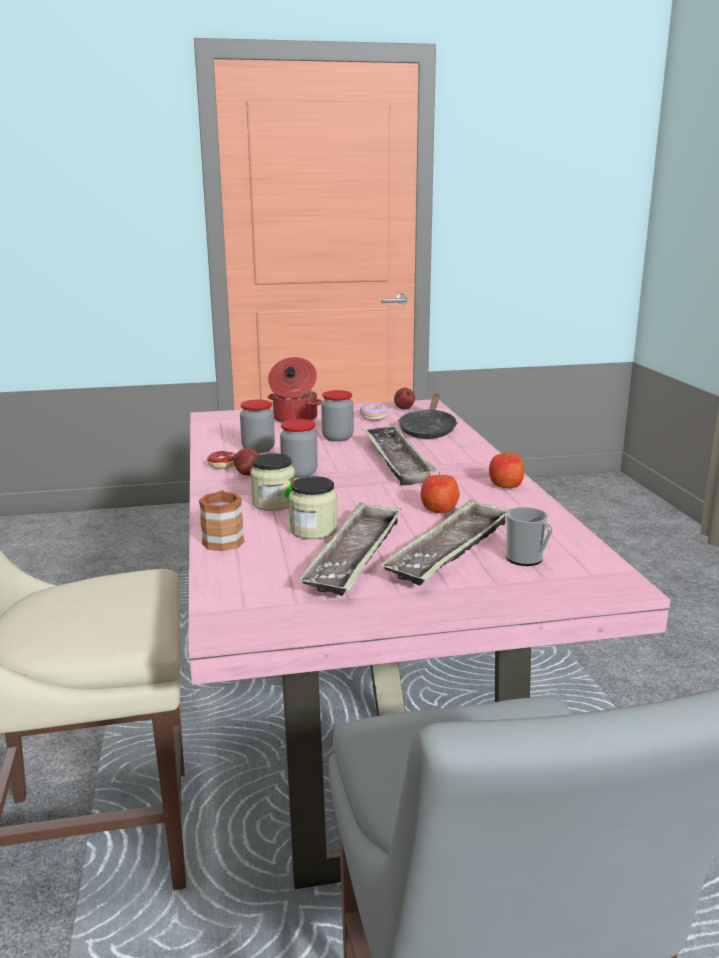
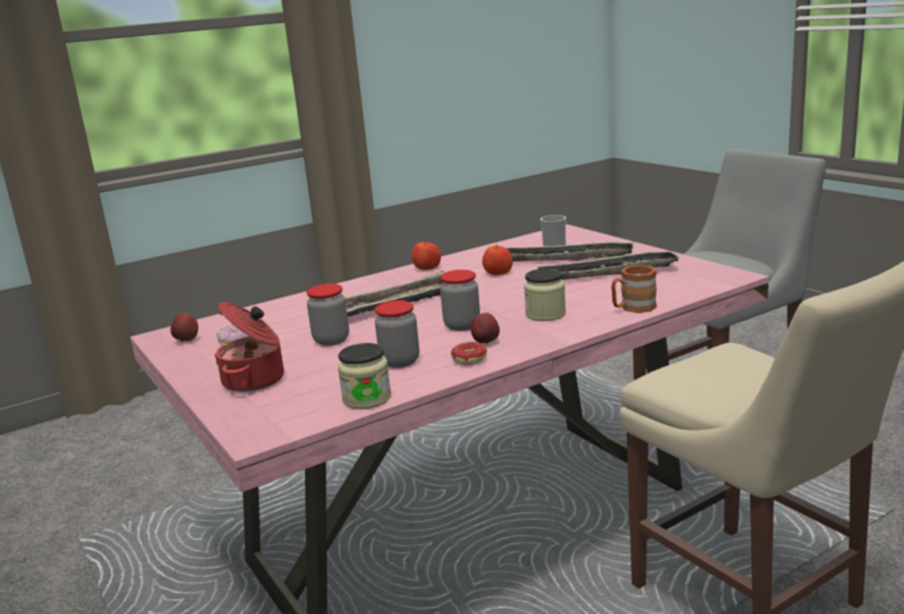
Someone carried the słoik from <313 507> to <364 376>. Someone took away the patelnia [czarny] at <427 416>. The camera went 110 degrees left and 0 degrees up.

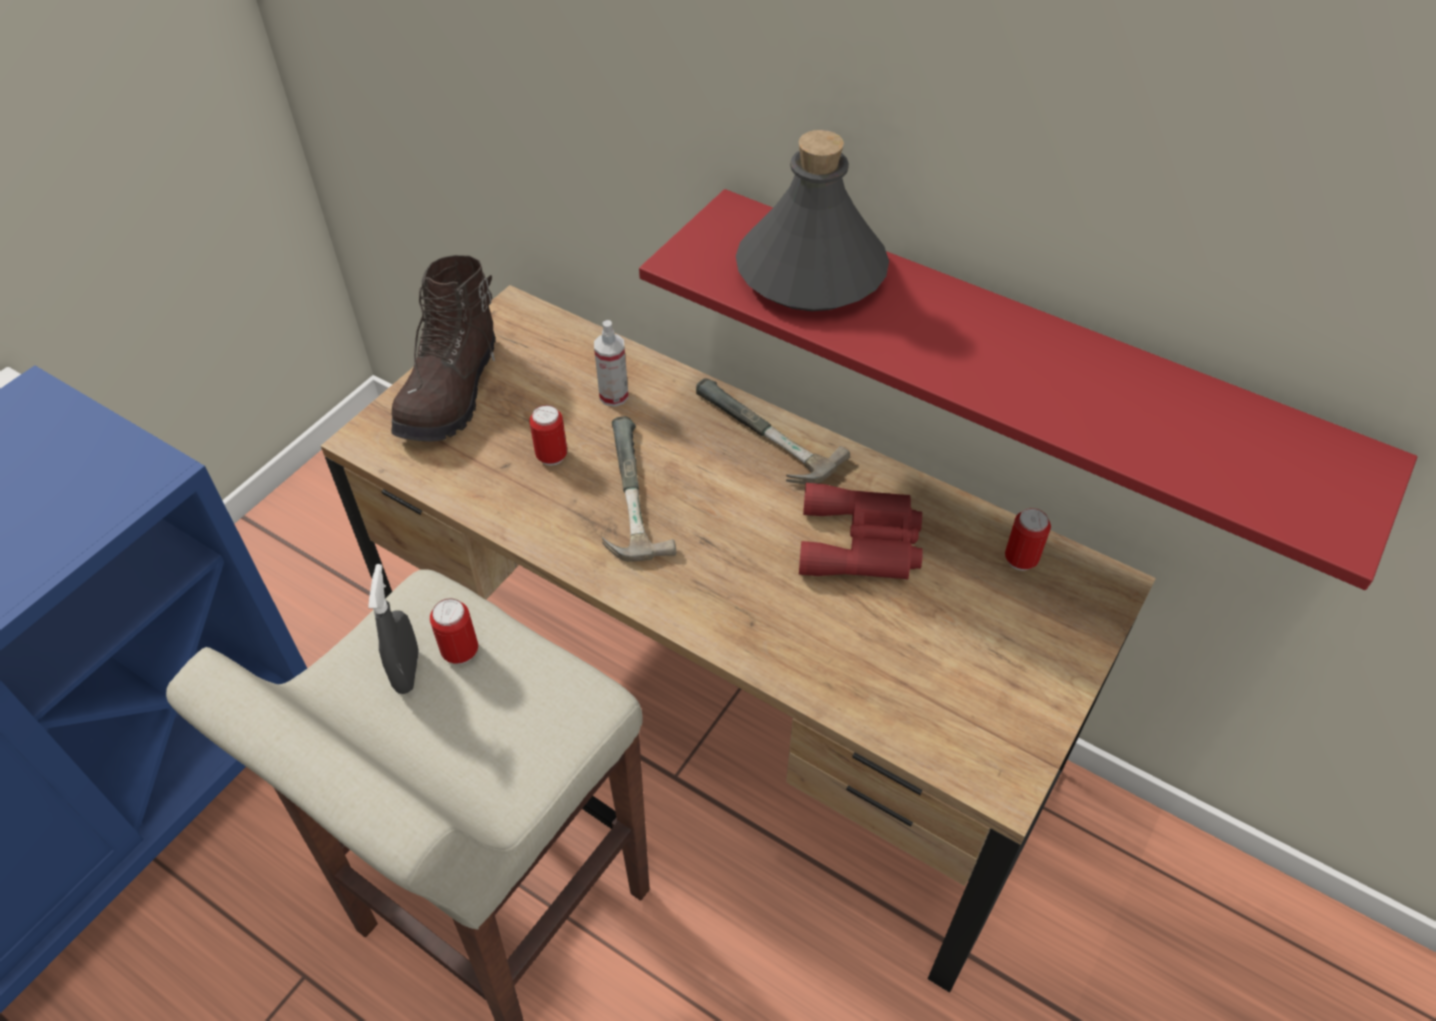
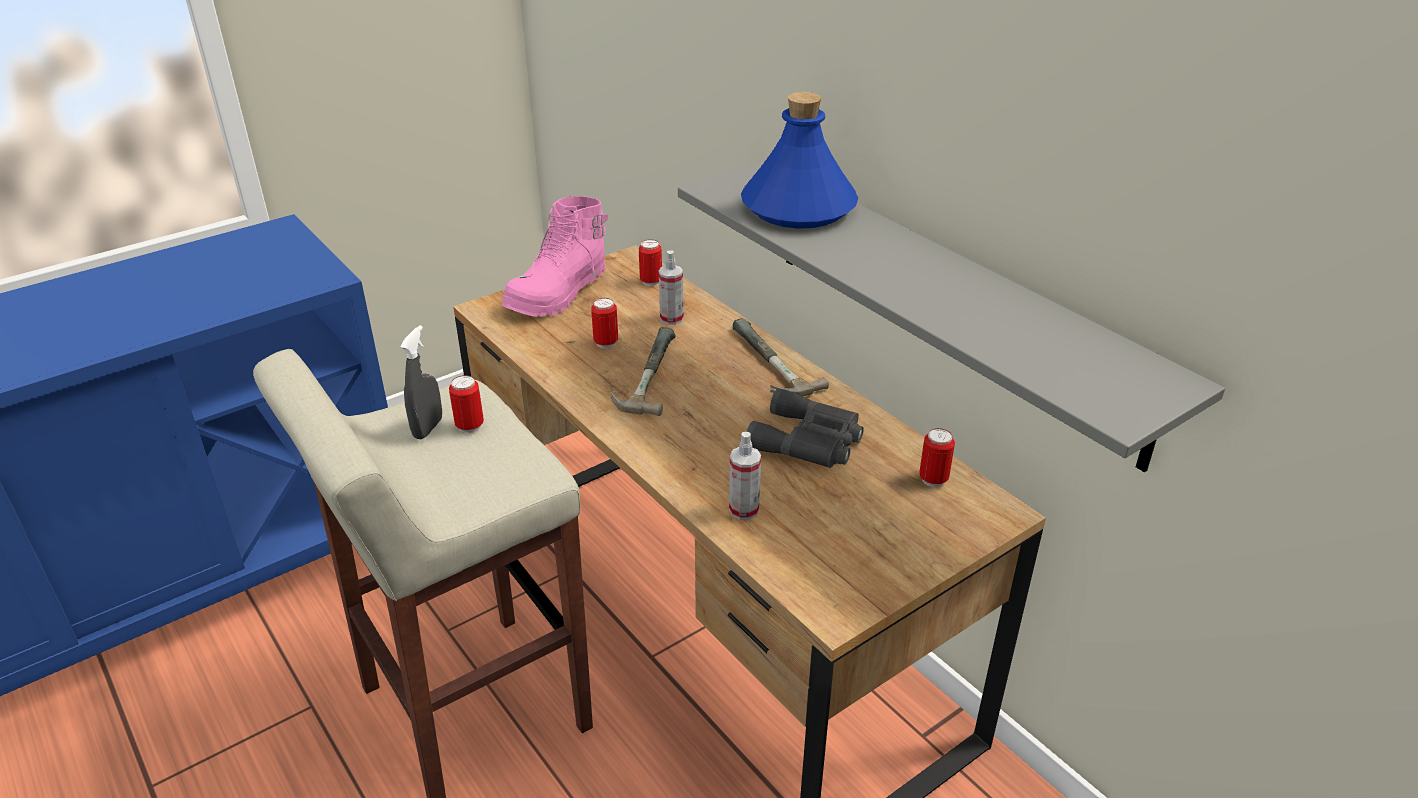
Someone repainted the but z cholewką [brązowy] at <443 348>, which became the but z cholewką [różowy] at <555 256>. Someone put down the puszka at <650 262>. Someone repainted the półka [czerwony] at <1028 389>, which became the półka [szary] at <951 316>. Someone put down the spryskiwacz at <745 476>. Someone repainted the butelka [szary] at <812 220>, which became the butelka [niebieski] at <799 160>. Someone repainted the lornetka [czerwony] at <861 531>, which became the lornetka [szary] at <805 428>. The camera went 20 degrees right and 15 degrees down.

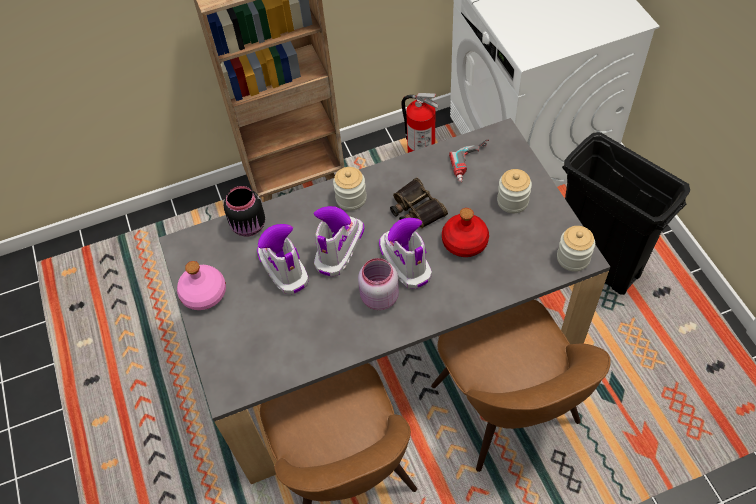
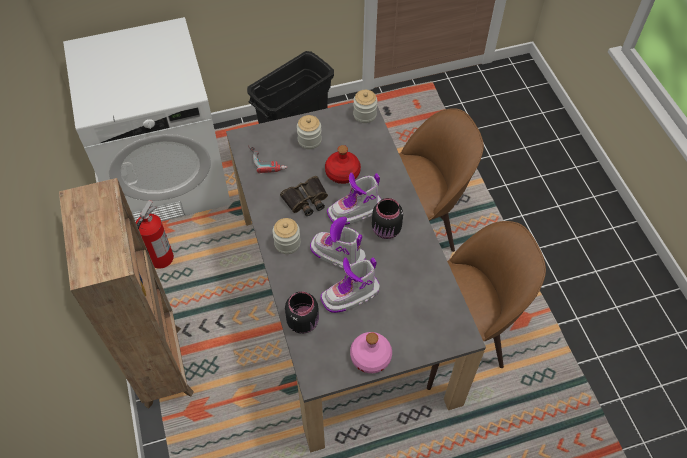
Someone repainted the słoik [różowy] at <378 284>, which became the słoik [czarny] at <387 218>. The camera went 90 degrees left and 0 degrees up.

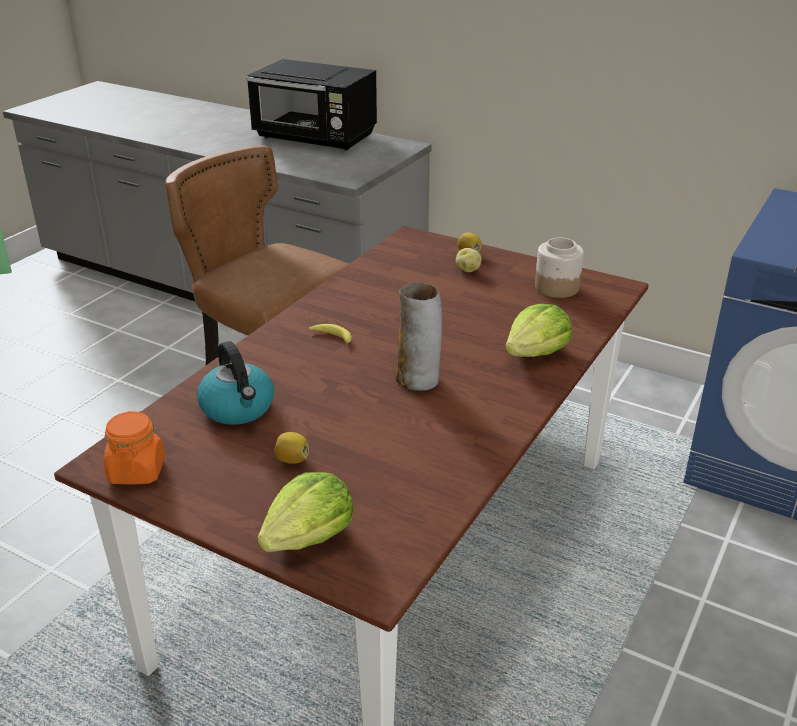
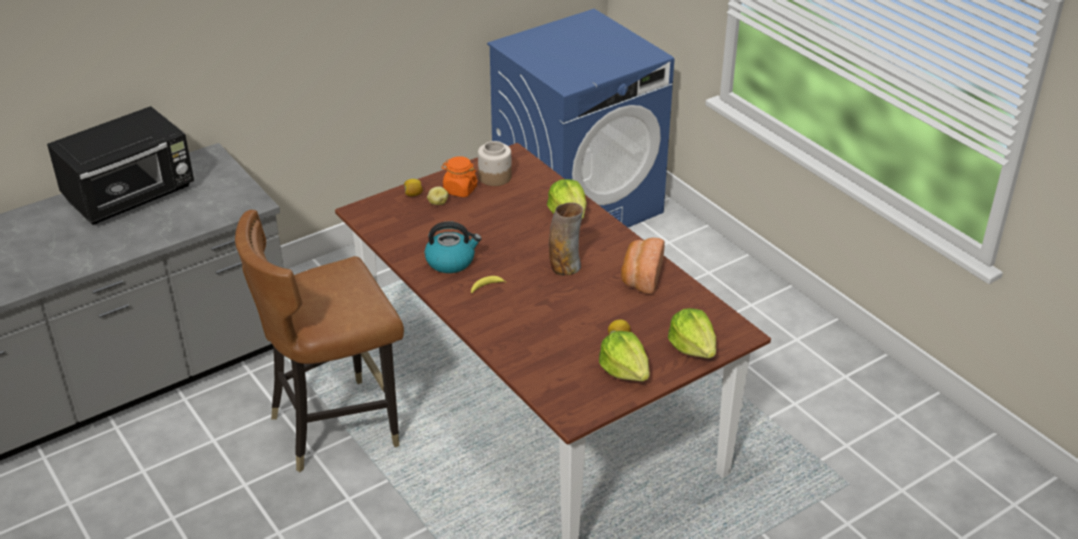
Someone carried the czajnik from <235 383> to <453 247>. Someone carried the słoik [pomarańczowy] from <134 448> to <459 176>. Someone put down the sałata at <624 356>. Someone put down the chleb at <643 266>. The camera went 65 degrees left and 5 degrees up.

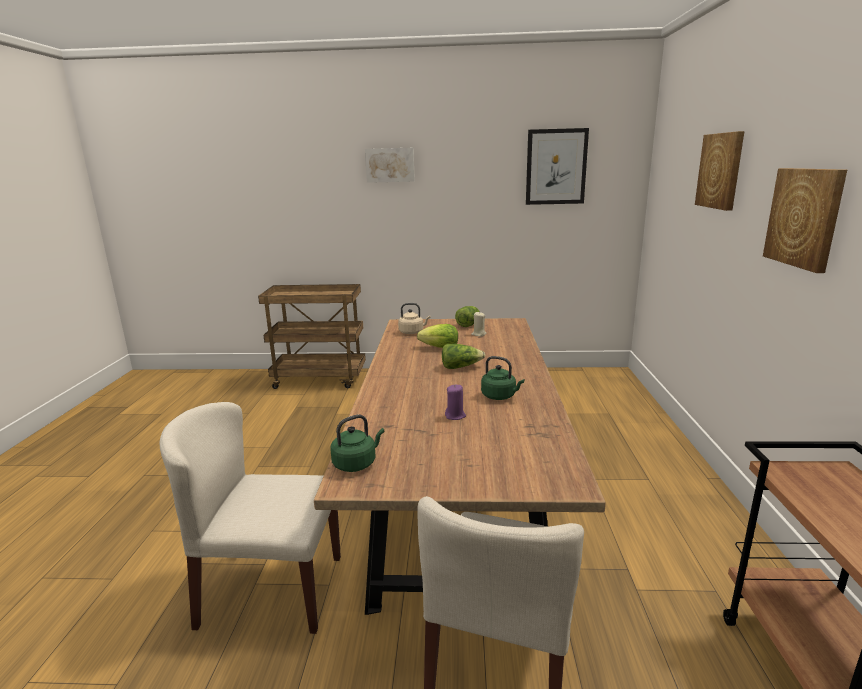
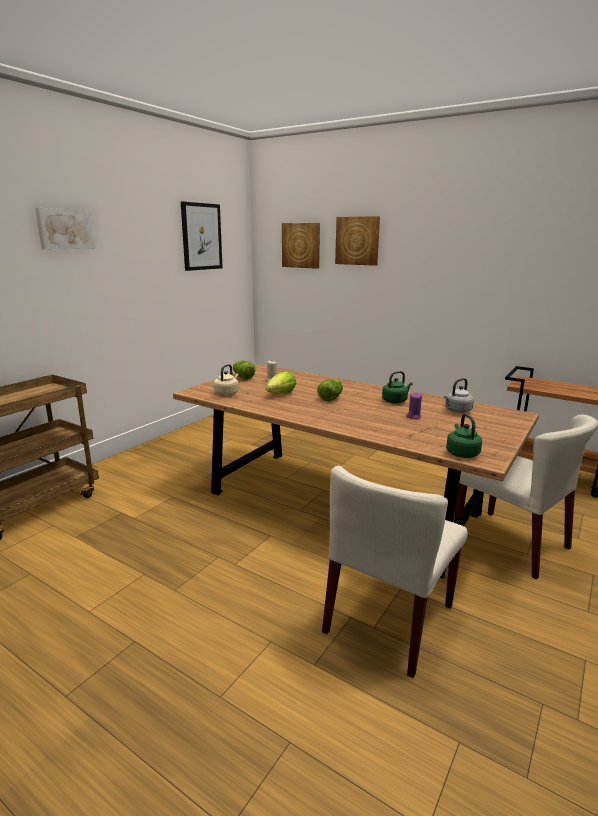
Someone carried the obraz from <805 220> to <301 246>. Someone put down the czajnik [szary] at <459 395>. The camera went 60 degrees left and 0 degrees up.

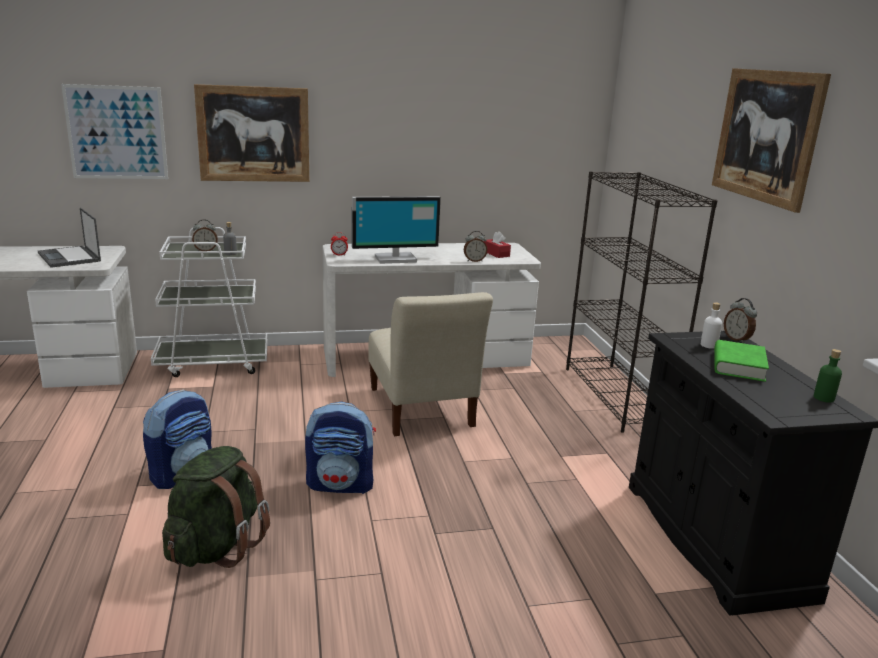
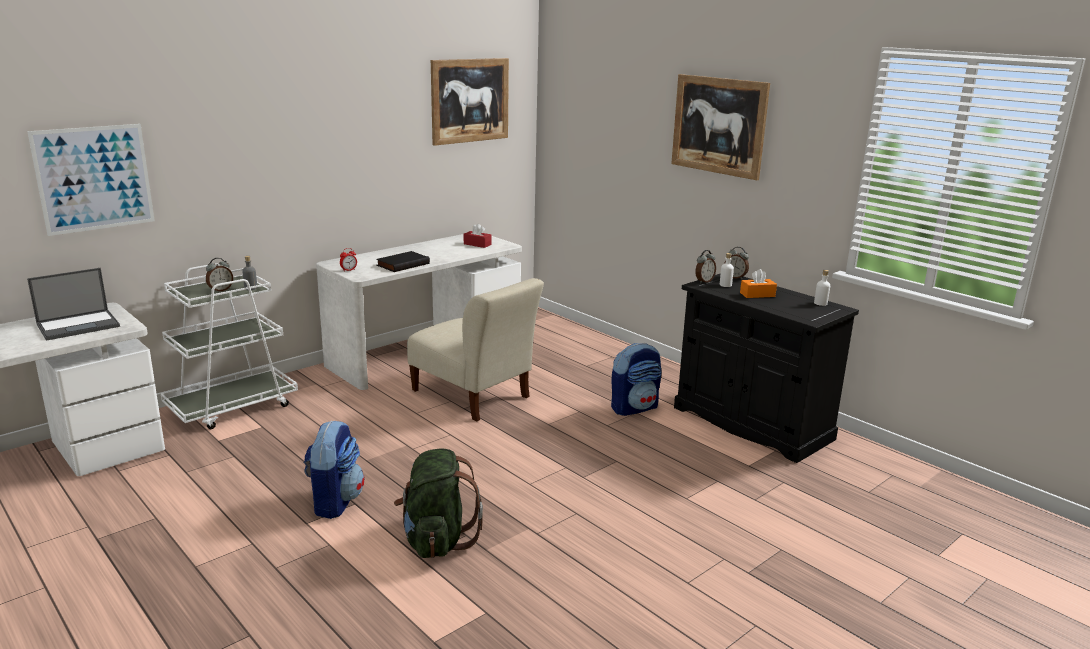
Someone rotated the laptop at <69 237> by 60 degrees counterclockwise. Someone swapped the monitor at <396 230> for the książka [czarny] at <403 261>. Someone carried the obraz from <251 133> to <470 102>. Someone carried the plecak from <340 448> to <636 379>. Someone carried the budzik from <475 246> to <705 266>. Someone swapped the książka [zielony] at <741 361> for the pudełko chusteczek [pomarańczowy] at <758 283>. Someone repainted the butelka [zielony] at <828 376>, which became the butelka [biały] at <822 288>. Someone took away the regał [czarny] at <642 302>. The camera went 30 degrees left and 0 degrees up.

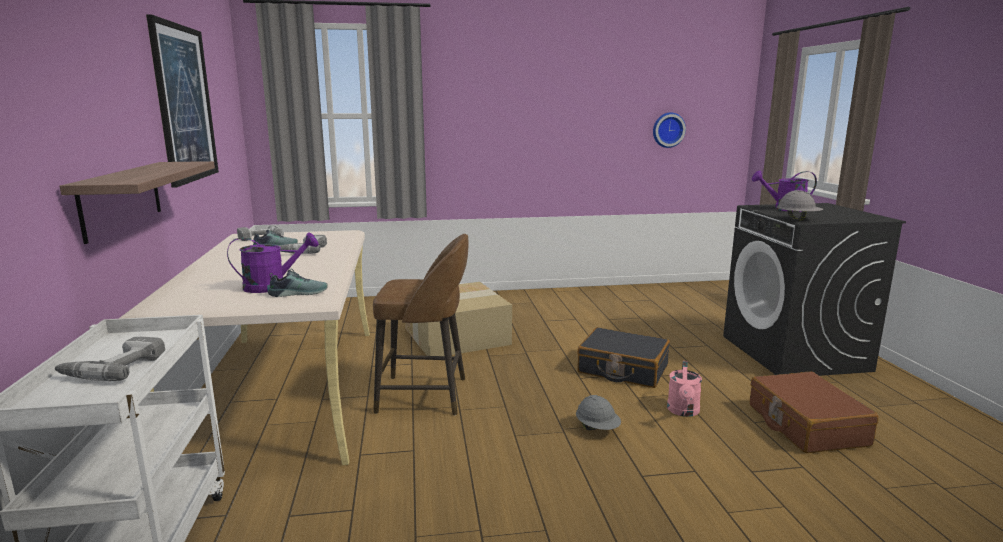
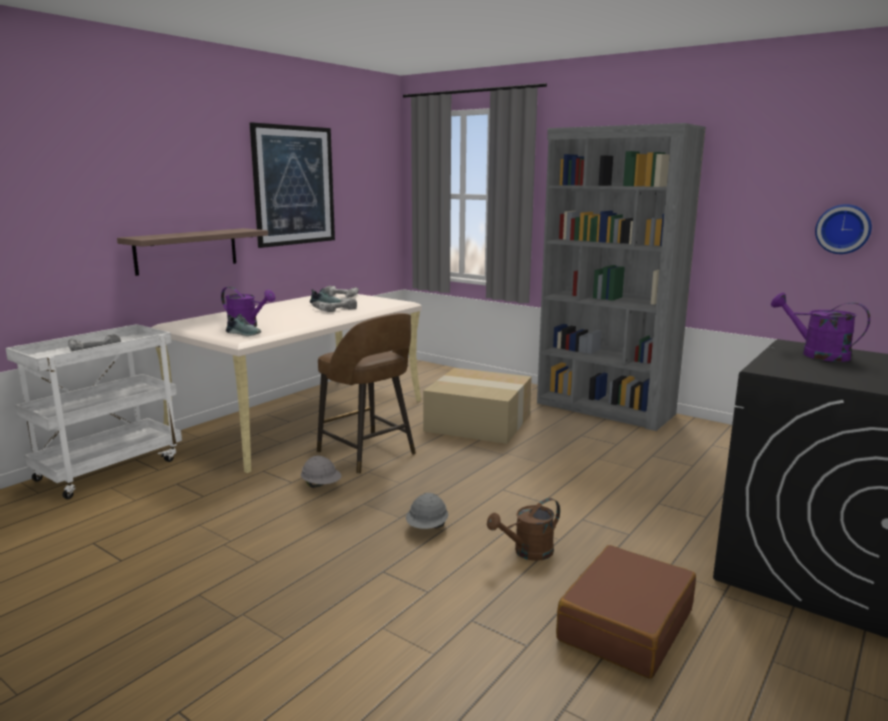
Someone carried the kask [szary] from <799 205> to <321 472>. Someone repainted the konewka [różowy] at <684 389>, which became the konewka [brązowy] at <523 529>. Someone put down the regał [szary] at <621 277>. Someone took away the walizka [czarny] at <623 357>. The camera went 45 degrees right and 0 degrees up.

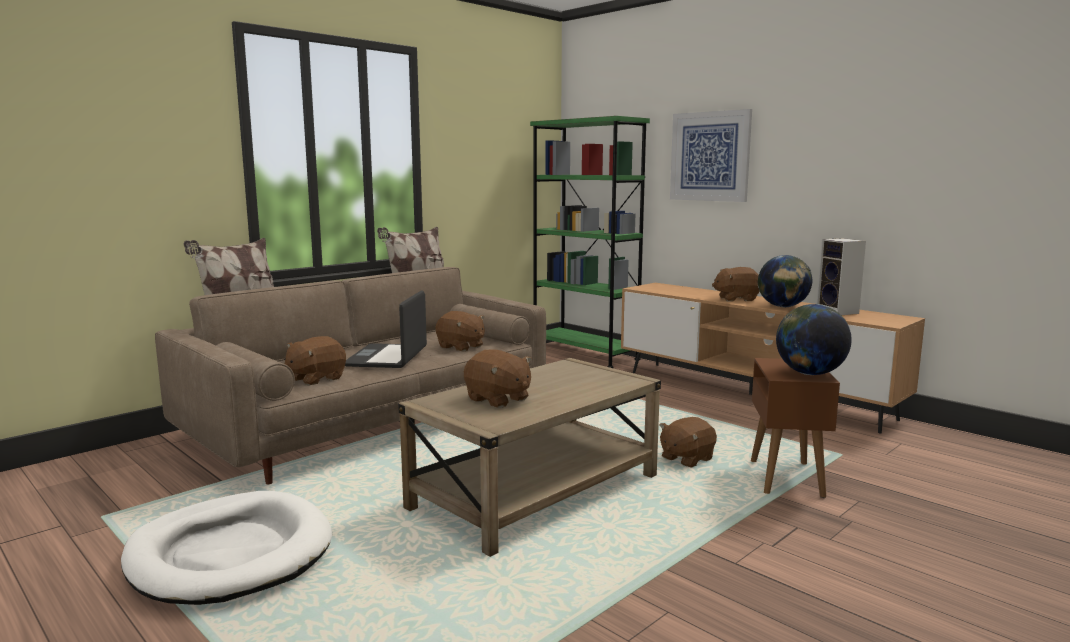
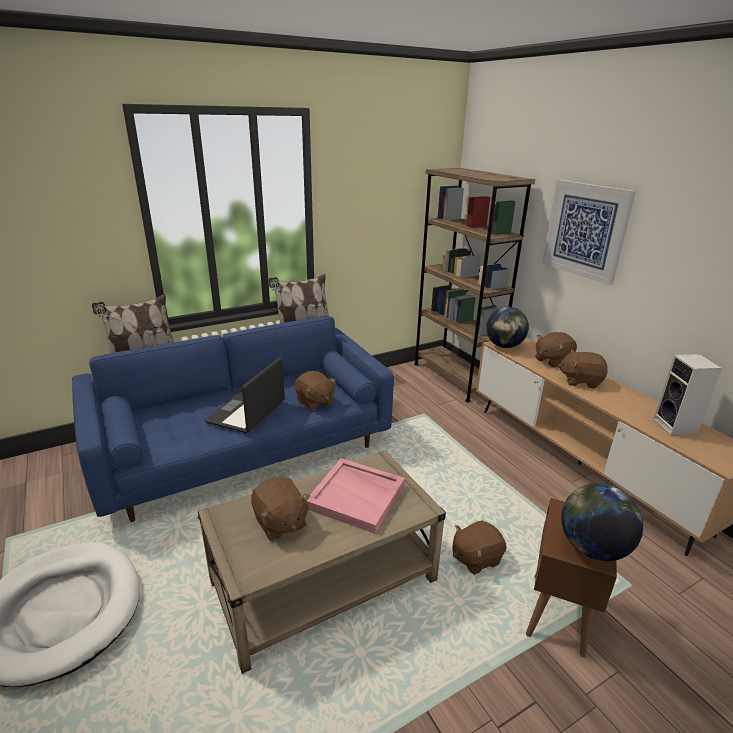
Someone repainted the kanapa [beżowy] at <350 375>, which became the kanapa [niebieski] at <233 419>. Someone put down the taca [różowy] at <356 496>. Someone repainted the regał [zielony] at <590 242>, which became the regał [brązowy] at <474 285>. Someone carried the globus from <785 281> to <507 327>. Someone carried the pluszak [brązowy] from <315 361> to <556 349>. The camera went 15 degrees right and 15 degrees up.

